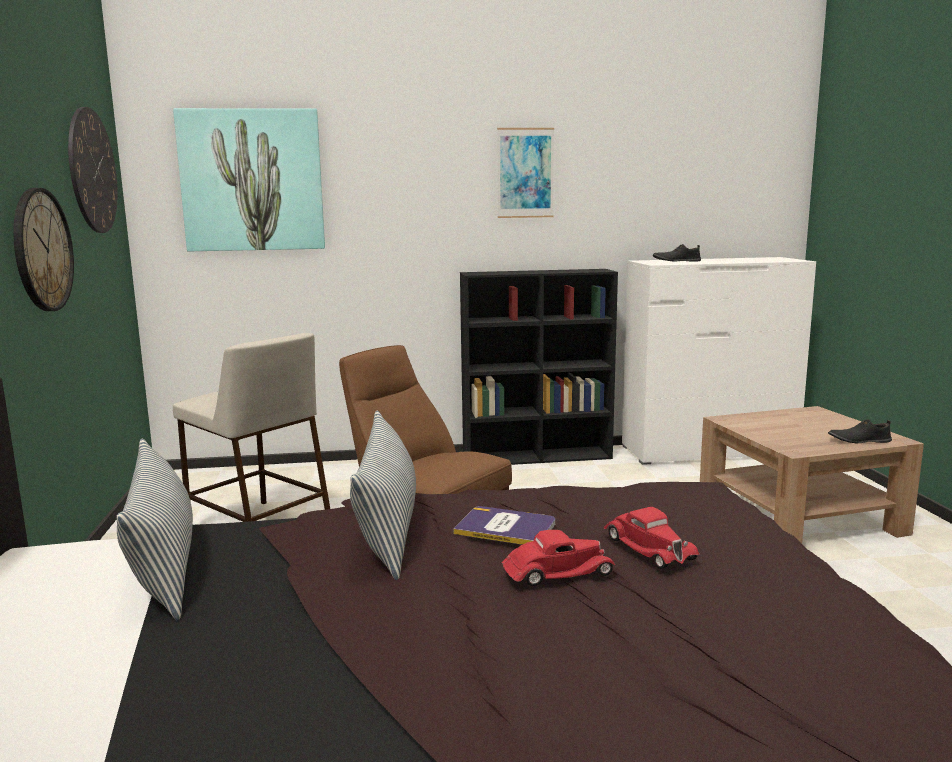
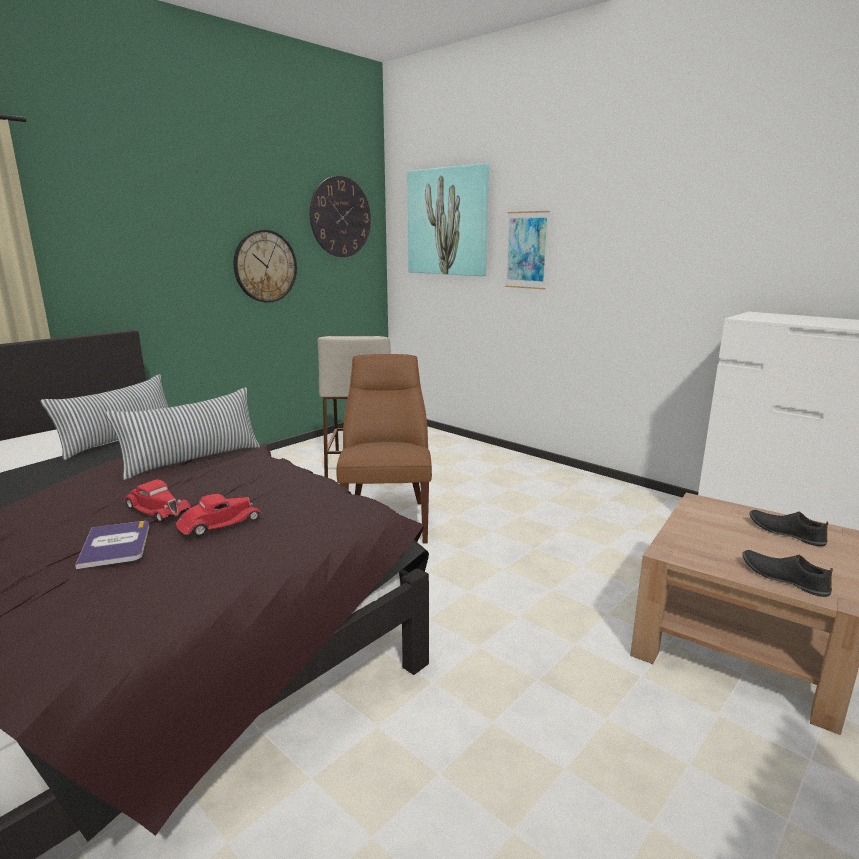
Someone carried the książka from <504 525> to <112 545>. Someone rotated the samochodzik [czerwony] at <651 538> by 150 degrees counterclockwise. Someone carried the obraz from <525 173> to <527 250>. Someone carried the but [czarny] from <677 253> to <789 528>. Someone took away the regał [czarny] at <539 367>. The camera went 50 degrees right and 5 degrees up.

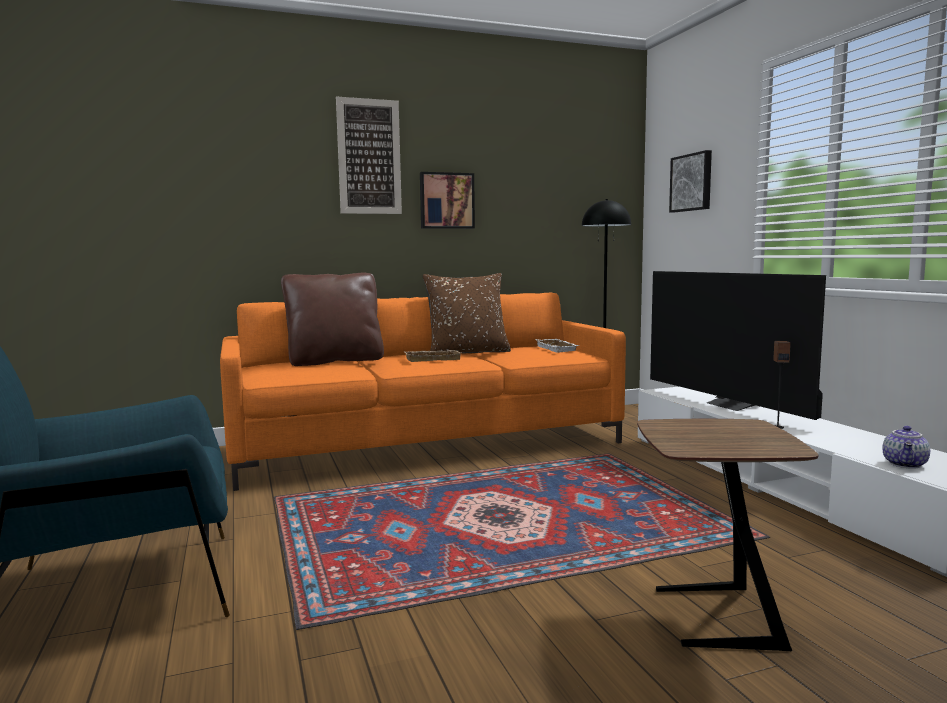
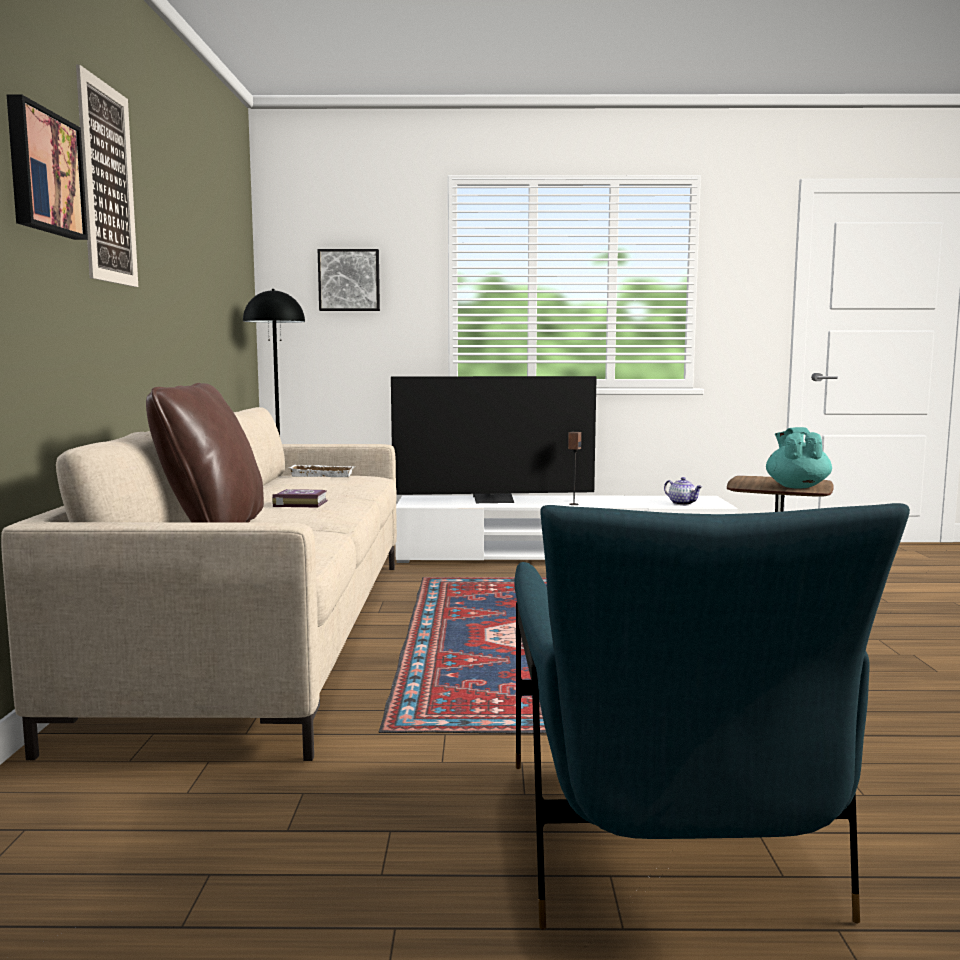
Someone repainted the kanapa [pomarańczowy] at <423 392>, which became the kanapa [beżowy] at <199 584>. Someone carried the obraz from <447 200> to <47 167>. Someone swapped the taca [beżowy] at <432 356> for the książka at <300 498>. Someone put down the imbryk [turkusowy] at <799 458>. Someone took away the poduszka [brązowy] at <467 313>. The camera went 70 degrees left and 0 degrees up.

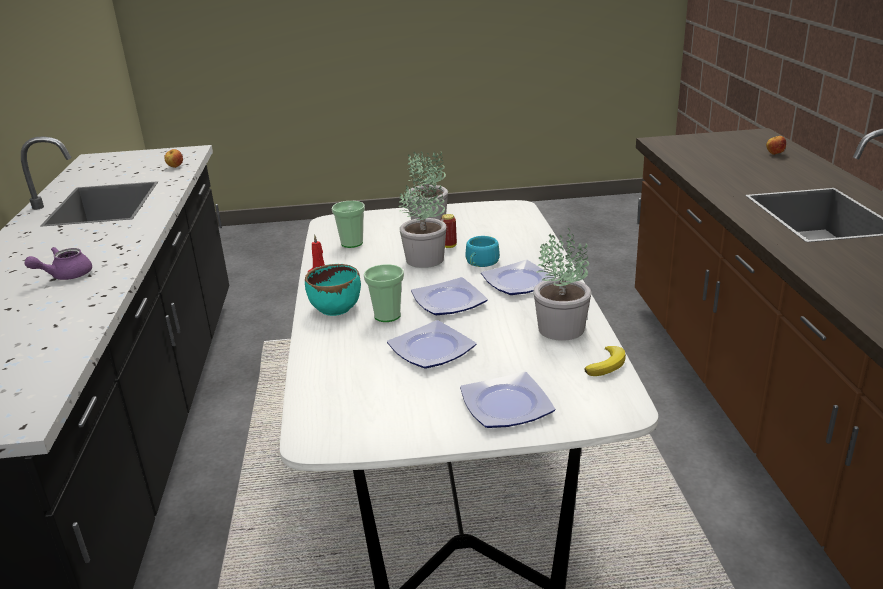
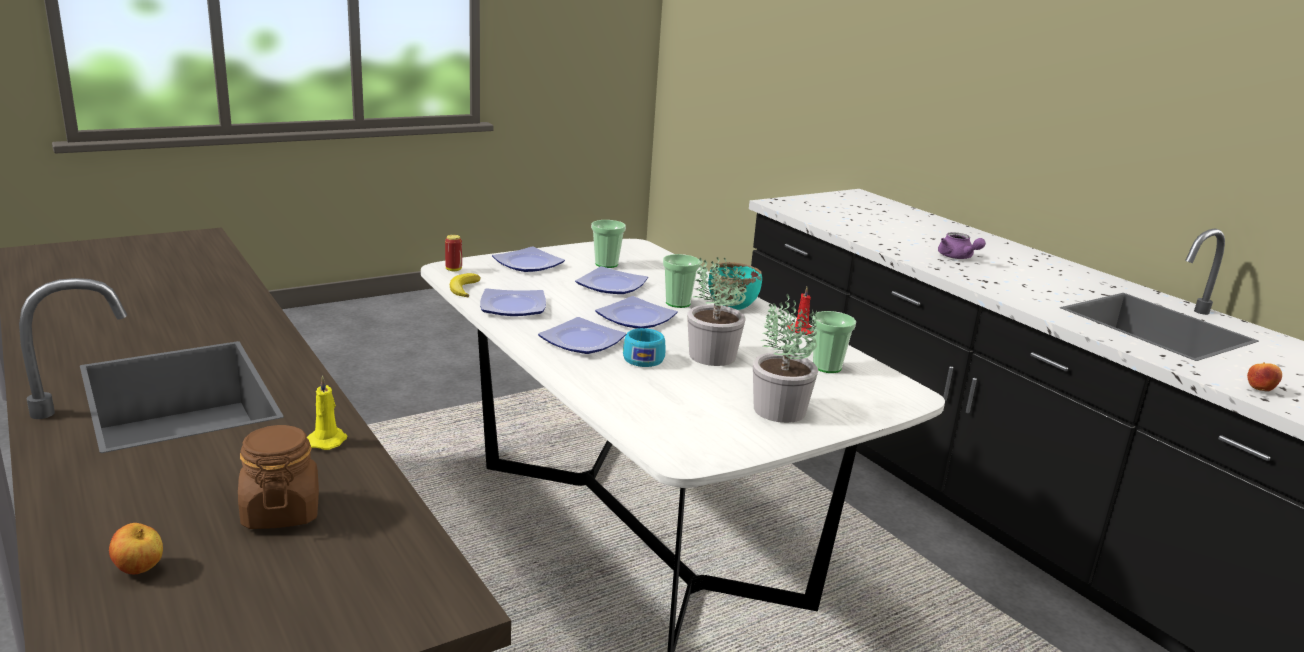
Someone put down the słoik [brązowy] at <278 477>. Someone put down the świeca [żółty] at <327 412>. Someone carried the puszka from <449 231> to <453 253>. Someone swapped the roślina doniczkowa at <562 284> for the talerz at <513 302>. Someone put down the filiżanka at <608 244>. Someone rotated the imbryk [fioletowy] at <58 263> by 135 degrees clockwise. The camera went 150 degrees right and 5 degrees down.

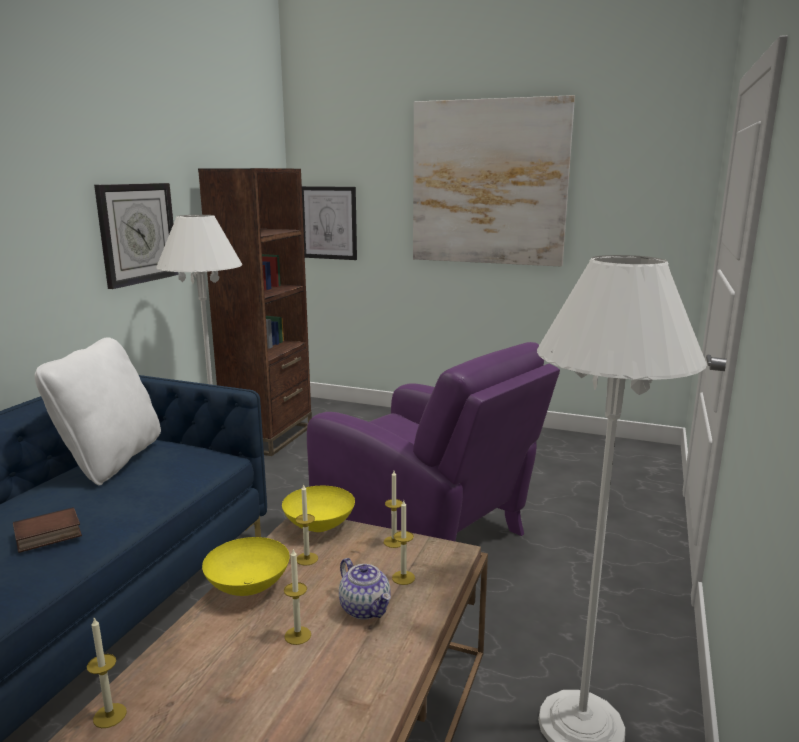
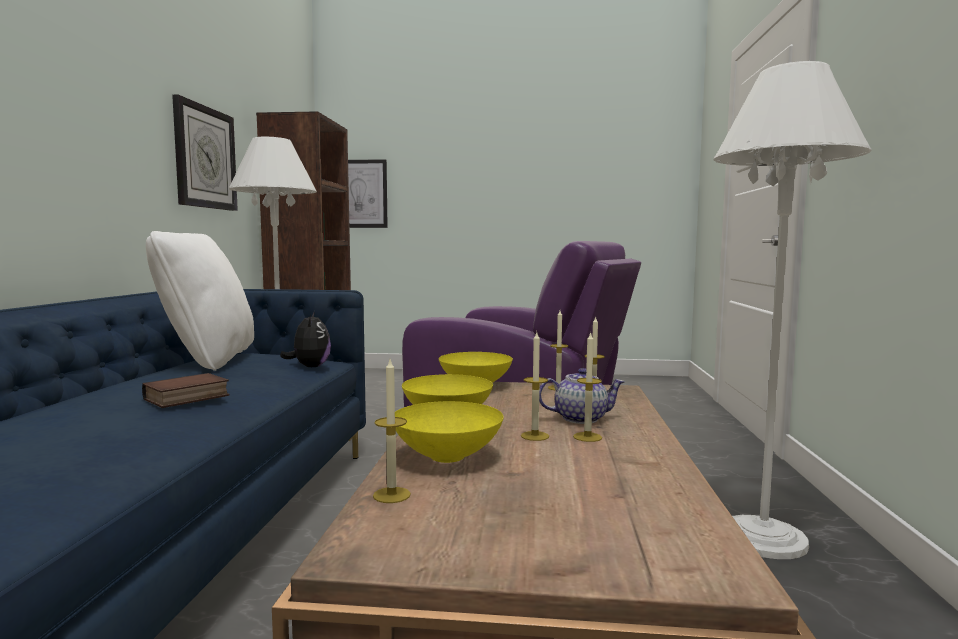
Someone put down the pluszak at <305 339>. Someone put down the miska [żółty] at <449 432>. Someone rotated the imbryk at <365 589> by 45 degrees counterclockwise. Someone carried the świeca from <307 525> to <587 387>. Someone took away the obraz at <494 181>. The camera went 15 degrees left and 10 degrees down.

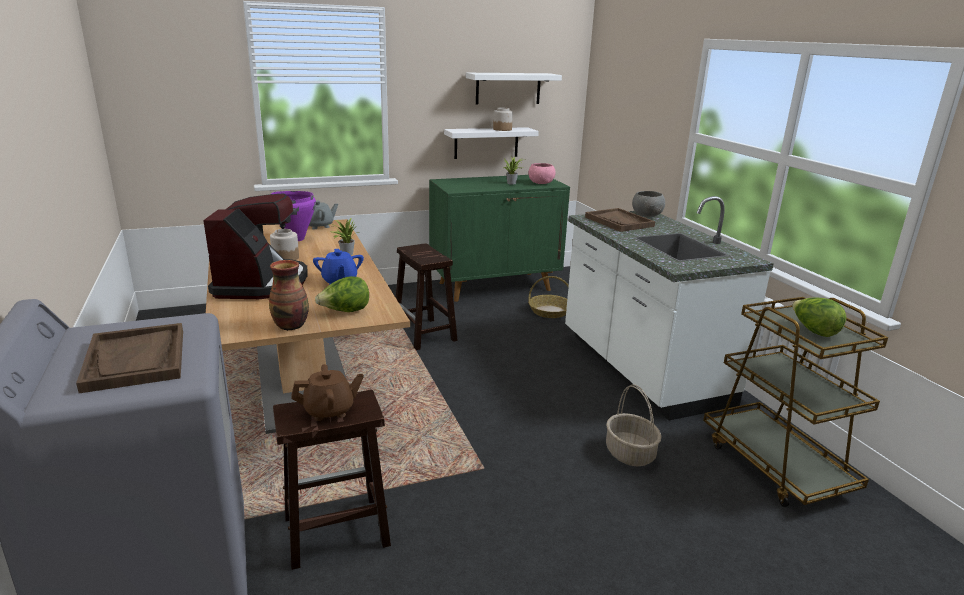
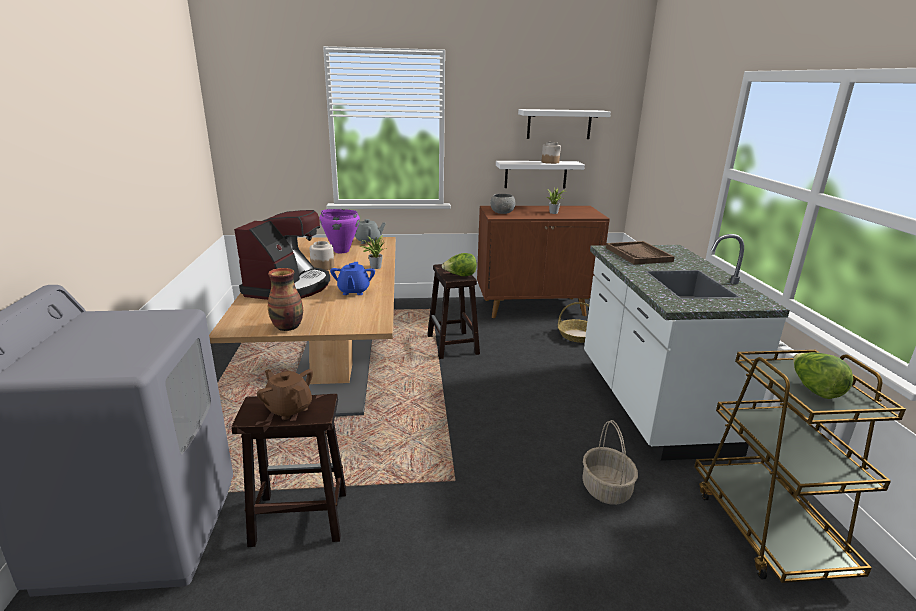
Someone rotated the imbryk [brązowy] at <327 392> by 135 degrees counterclockwise. Someone carried the sałata from <342 294> to <459 264>. Someone repainted the szafka [zielony] at <499 238>, which became the szafka [brązowy] at <543 262>. Someone carried the miska [szary] from <648 204> to <502 204>. Someone took away the taca [brązowy] at <129 358>. Someone took away the miska [różowy] at <542 173>. The camera went 15 degrees right and 0 degrees up.

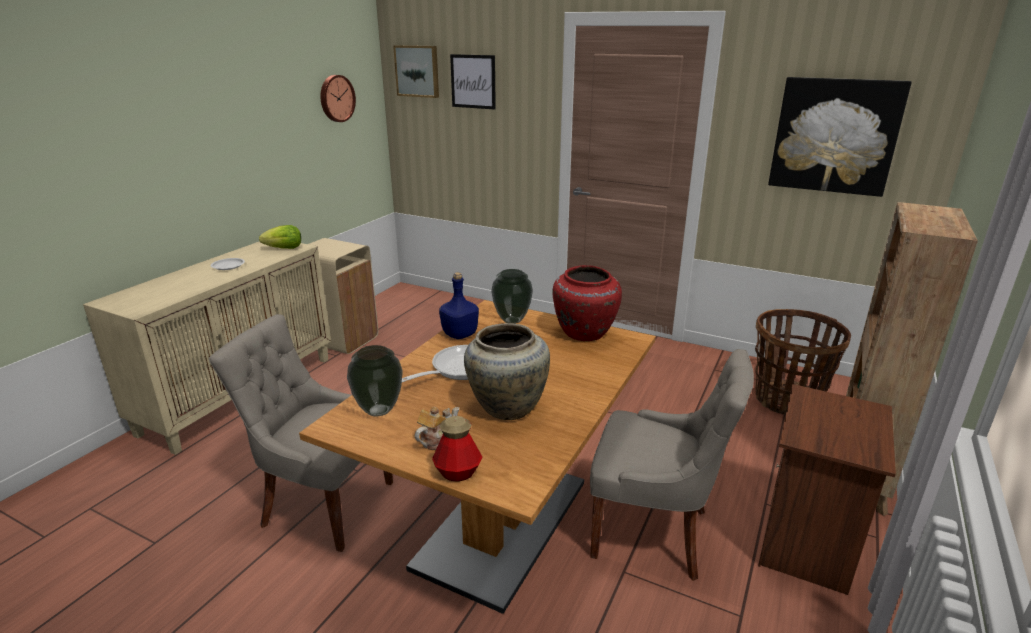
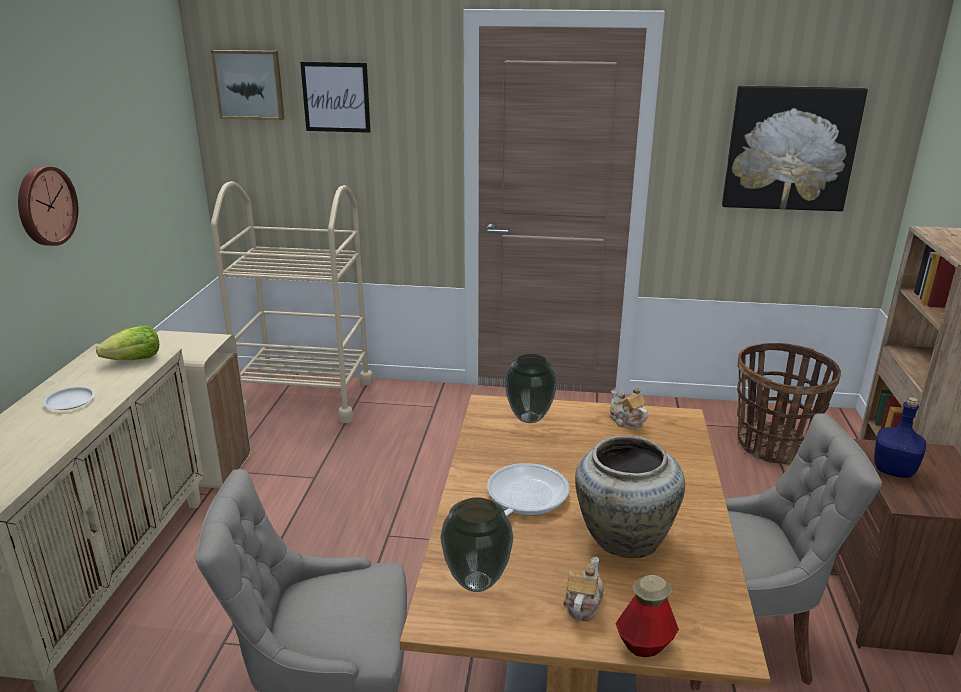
Someone carried the zegar ścienny from <338 98> to <48 206>. Someone put down the wózek [beżowy] at <292 302>. Someone swapped the wazon [czerwony] at <587 303> for the imbryk at <628 408>. Someone carried the butelka [niebieski] from <459 305> to <900 437>. The camera went 20 degrees left and 0 degrees up.

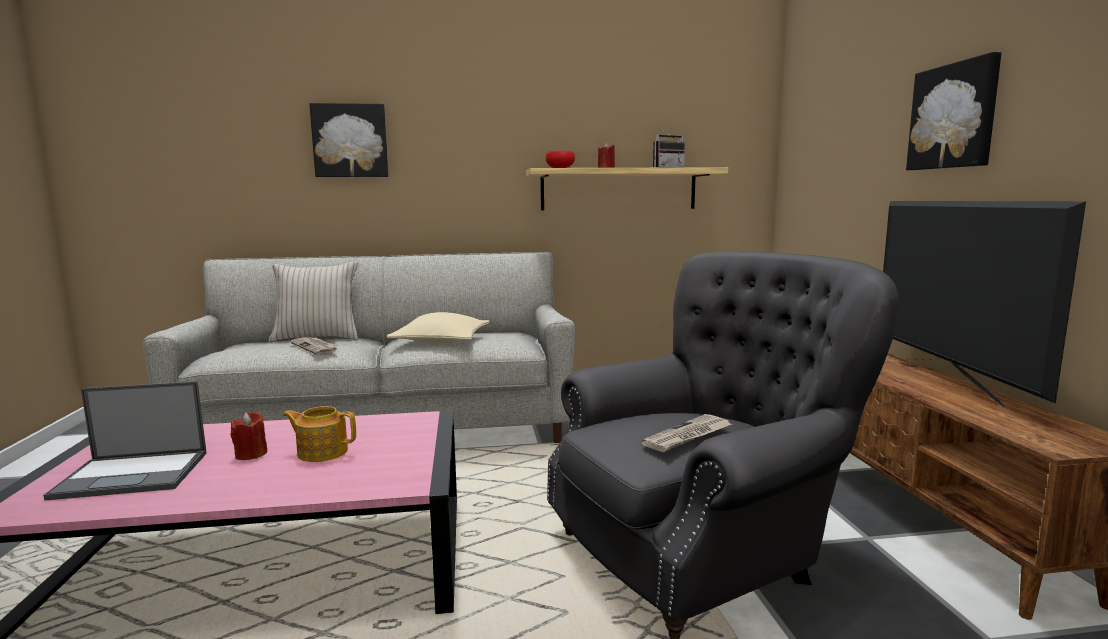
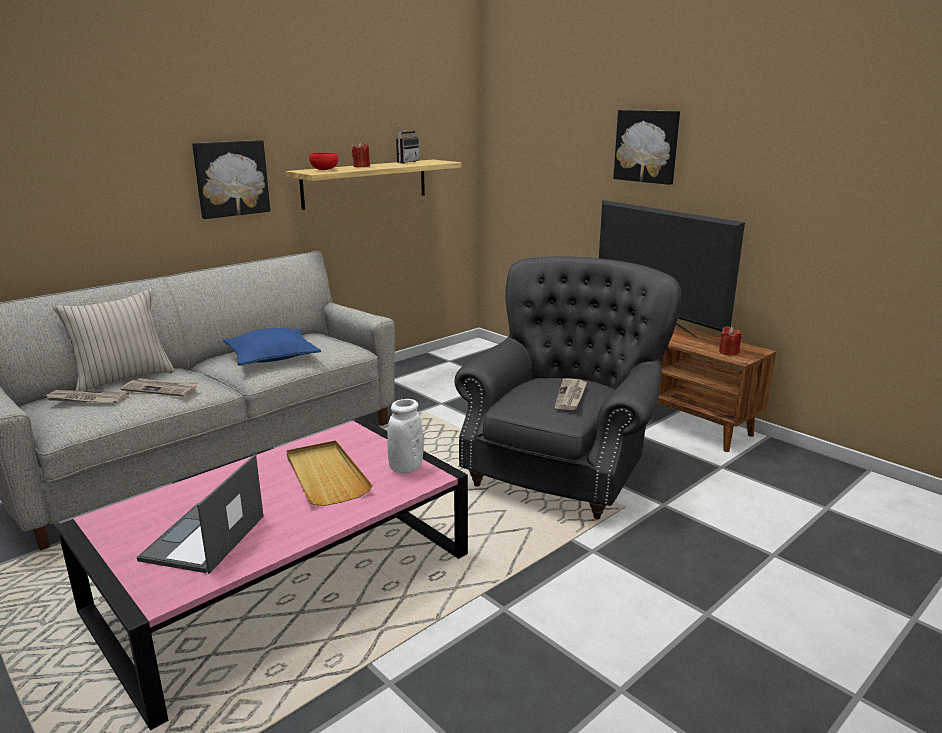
Someone put down the gazeta at <86 396>. Someone rotated the laptop at <125 440> by 150 degrees clockwise. Someone carried the obraz from <349 140> to <231 179>. Someone repainted the poduszka [beżowy] at <438 328>, which became the poduszka [niebieski] at <272 346>. Someone swapped the imbryk at <319 434> for the taca [beżowy] at <329 473>. Someone put down the wazon [biały] at <405 436>. Someone carried the świeca [czerwony] from <249 436> to <730 341>. The camera went 35 degrees left and 10 degrees up.

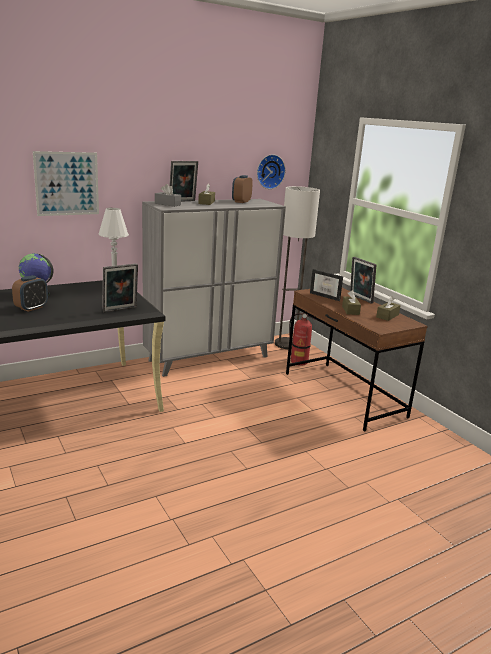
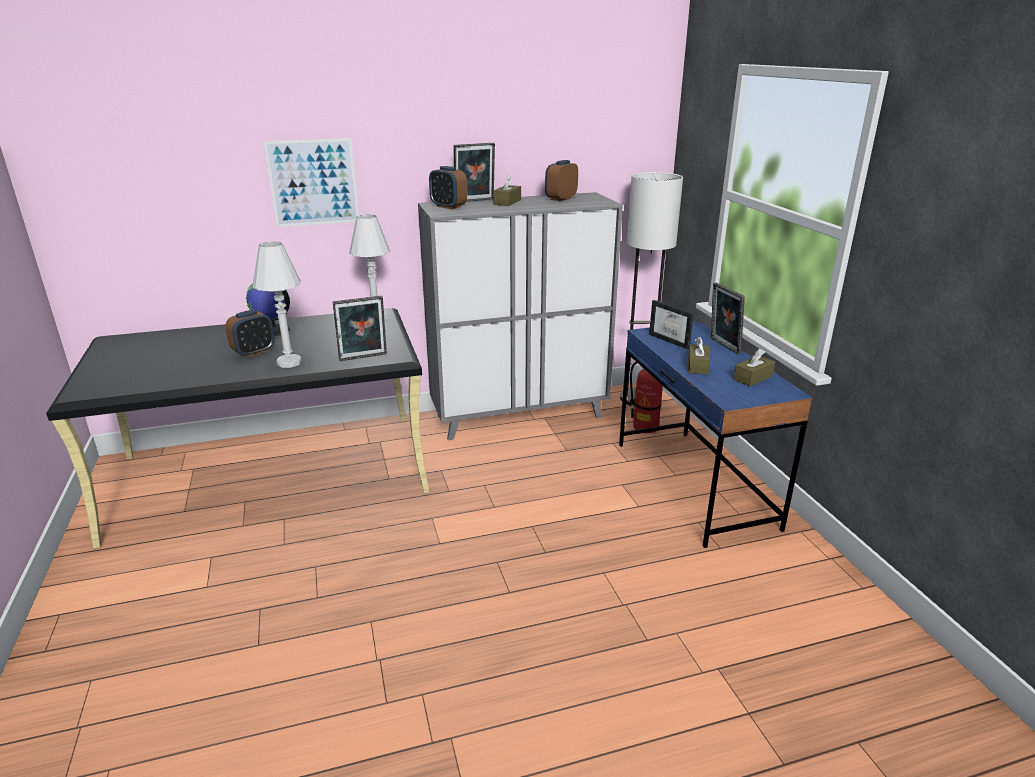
Someone put down the lampa stołowa [biały] at <277 304>. Someone swapped the pudełko chusteczek [szary] at <168 195> for the budzik at <448 187>. Someone repainted the biurko [brązowy] at <357 359>, which became the biurko [niebieski] at <716 435>. Someone took away the zegar ścienny at <271 171>. The camera went 15 degrees right and 5 degrees up.

